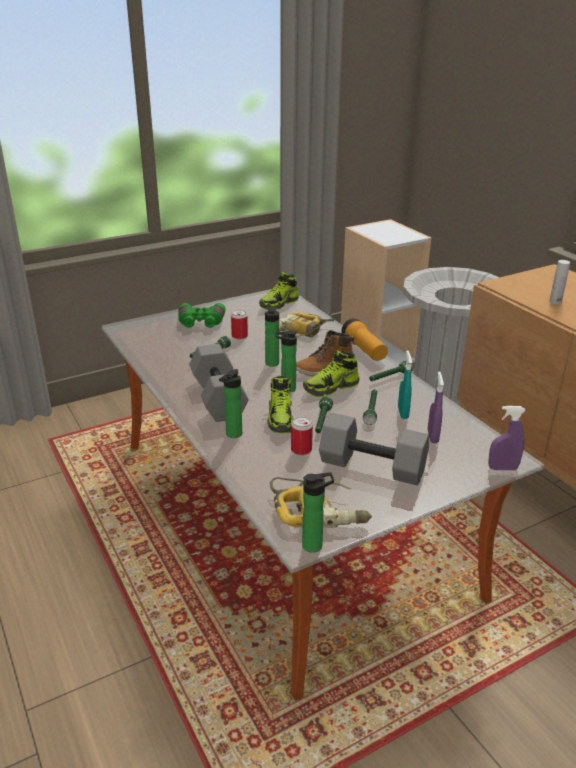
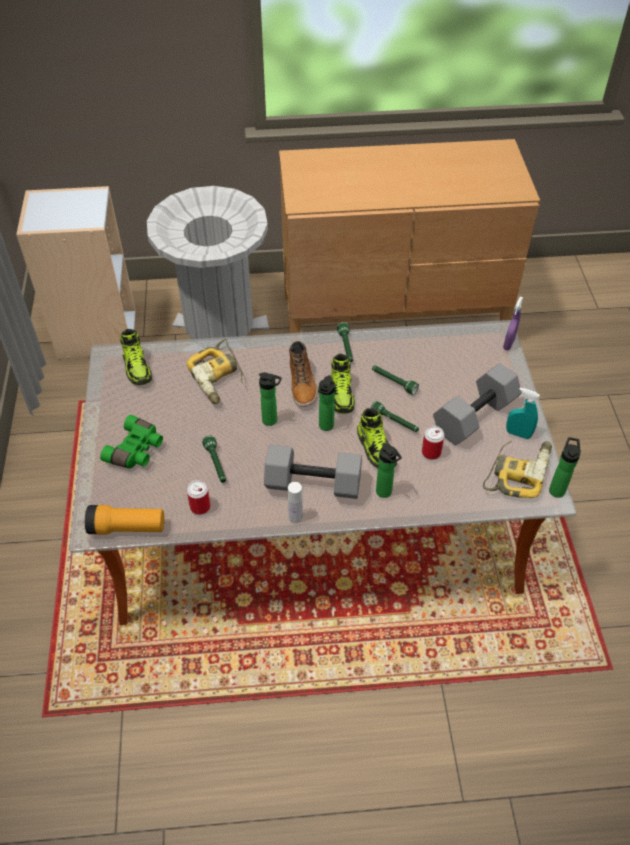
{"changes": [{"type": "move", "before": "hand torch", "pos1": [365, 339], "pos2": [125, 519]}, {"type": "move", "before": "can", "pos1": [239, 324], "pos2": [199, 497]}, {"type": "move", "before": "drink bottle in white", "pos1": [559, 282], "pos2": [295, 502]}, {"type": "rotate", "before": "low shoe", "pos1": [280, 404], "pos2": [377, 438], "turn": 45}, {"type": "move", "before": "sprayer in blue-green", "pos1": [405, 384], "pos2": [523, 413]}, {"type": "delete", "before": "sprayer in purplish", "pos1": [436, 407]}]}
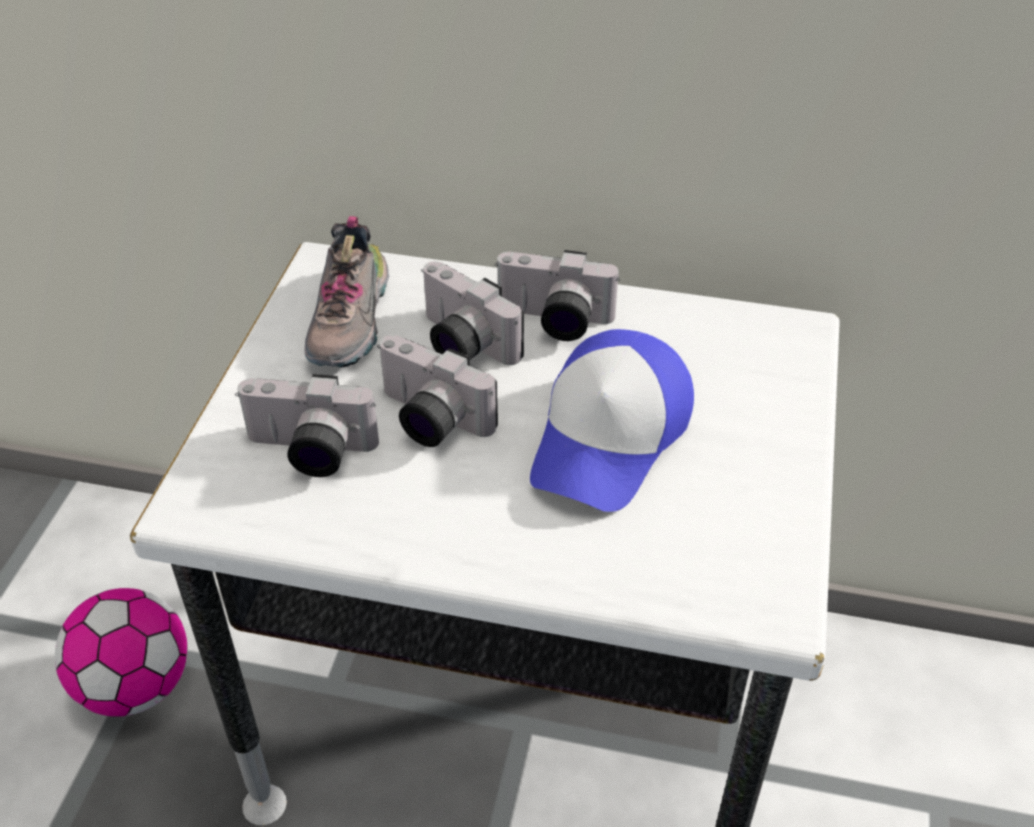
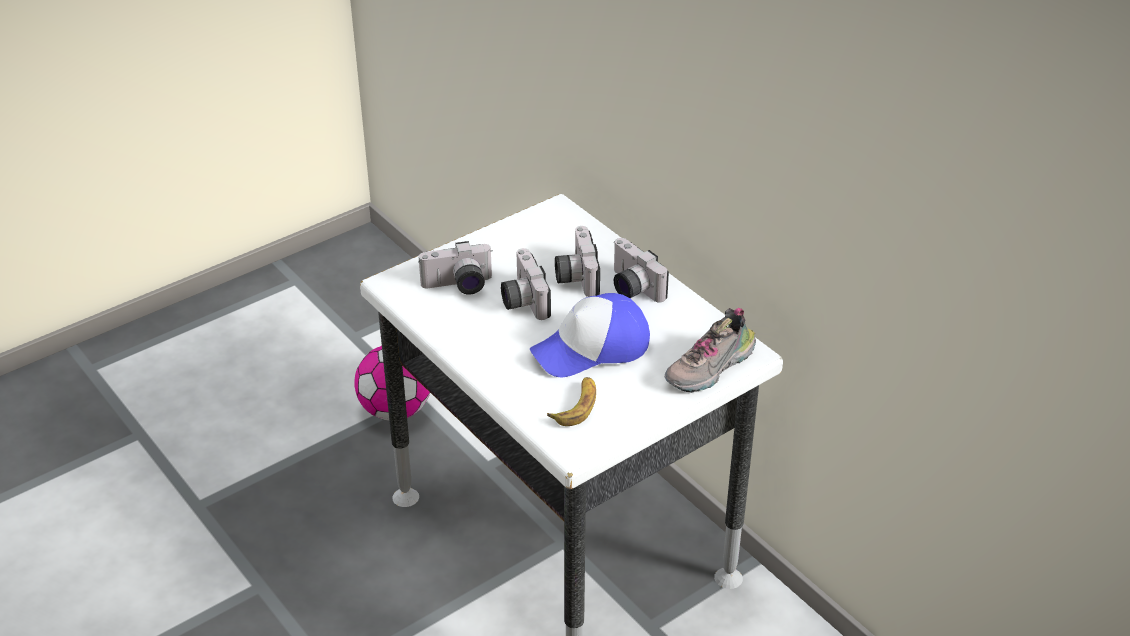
{"changes": [{"type": "rotate", "before": "photo camera", "pos1": [307, 425], "pos2": [455, 268], "turn": -60}, {"type": "insert", "after": "whole banana", "pos2": [571, 401]}, {"type": "move", "before": "low shoe", "pos1": [347, 292], "pos2": [710, 350]}]}
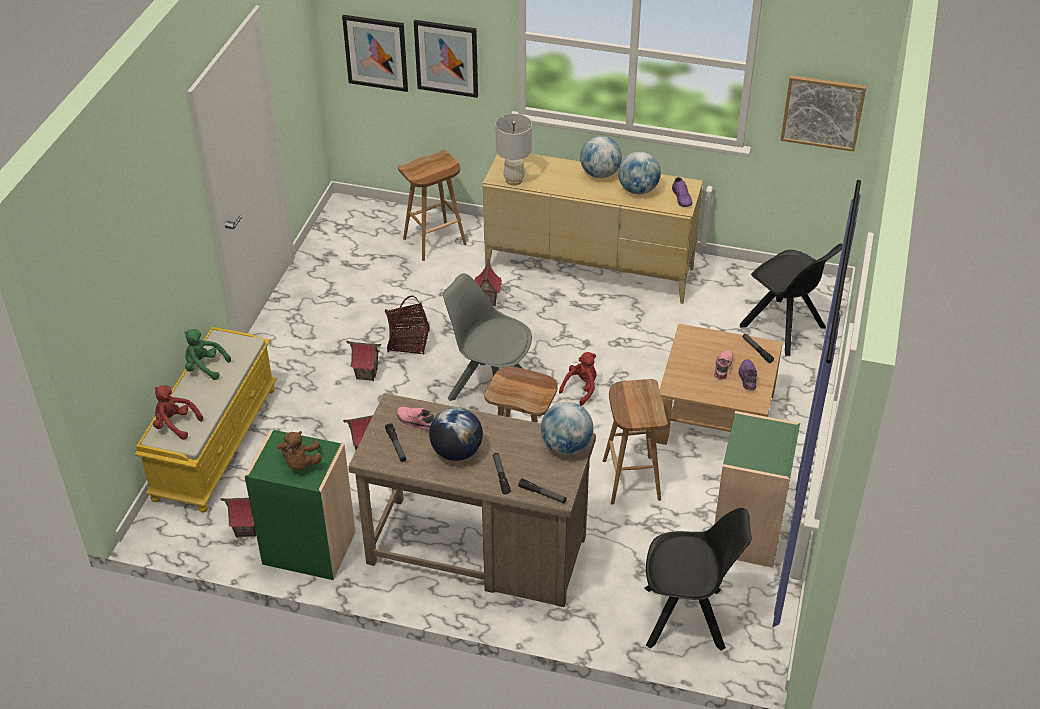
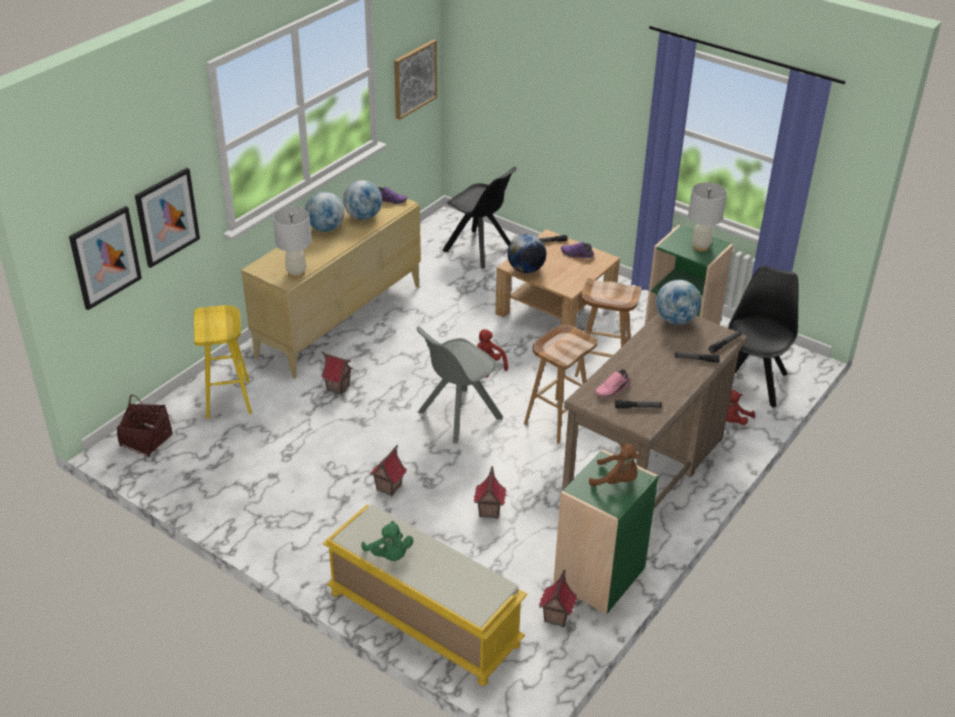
{"changes": [{"type": "move", "before": "household basket", "pos1": [407, 325], "pos2": [145, 426]}, {"type": "recolor", "before": "stool seat in brown", "after": "stool seat in yellowish", "pos1": [432, 205], "pos2": [223, 362]}, {"type": "rotate", "before": "plush toy in green-coloured", "pos1": [207, 354], "pos2": [387, 541], "turn": -75}, {"type": "rotate", "before": "upright chair in black", "pos1": [791, 299], "pos2": [479, 217], "turn": 60}, {"type": "move", "before": "desk globe", "pos1": [456, 434], "pos2": [526, 253]}, {"type": "insert", "after": "table lamp in white", "pos2": [707, 216]}, {"type": "move", "before": "plush toy in red-coloured", "pos1": [178, 412], "pos2": [740, 407]}, {"type": "delete", "before": "low shoe in pinkish", "pos1": [723, 365]}]}
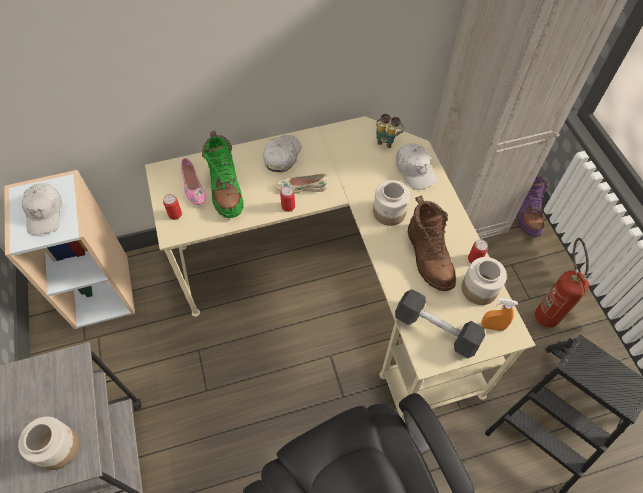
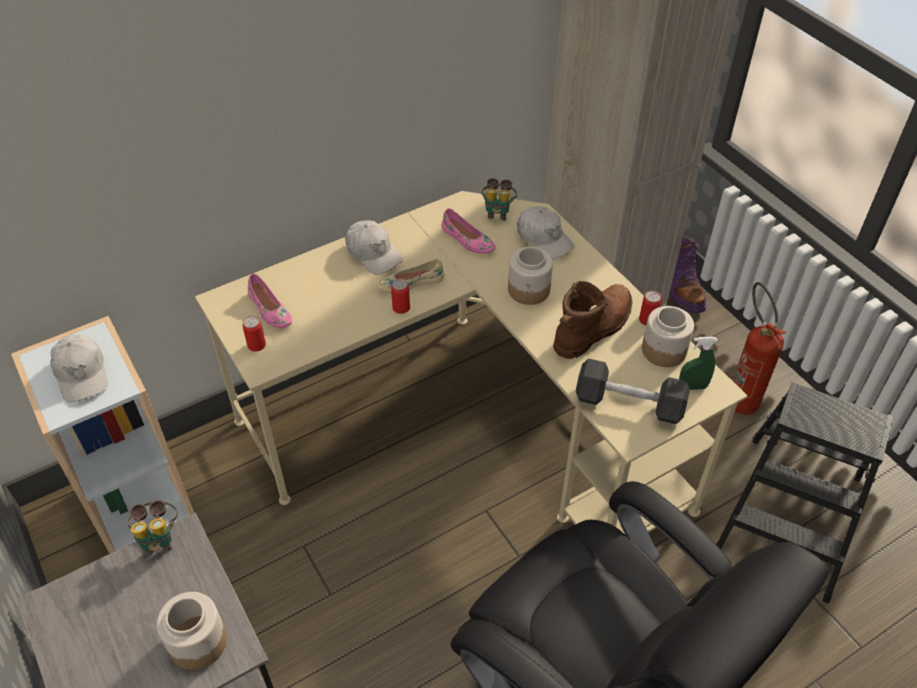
{"changes": [{"type": "insert", "after": "field glasses", "pos2": [152, 527]}, {"type": "rotate", "before": "cap in white", "pos1": [282, 153], "pos2": [374, 247], "turn": 135}, {"type": "insert", "after": "low shoe in pinkish", "pos2": [469, 231]}, {"type": "rotate", "before": "tall boot in brown", "pos1": [432, 243], "pos2": [592, 319], "turn": -105}, {"type": "recolor", "before": "sprayer in orange-coloured", "after": "sprayer in green-coloured", "pos1": [499, 314], "pos2": [698, 363]}, {"type": "delete", "before": "tall boot in green-coloured", "pos1": [223, 174]}]}
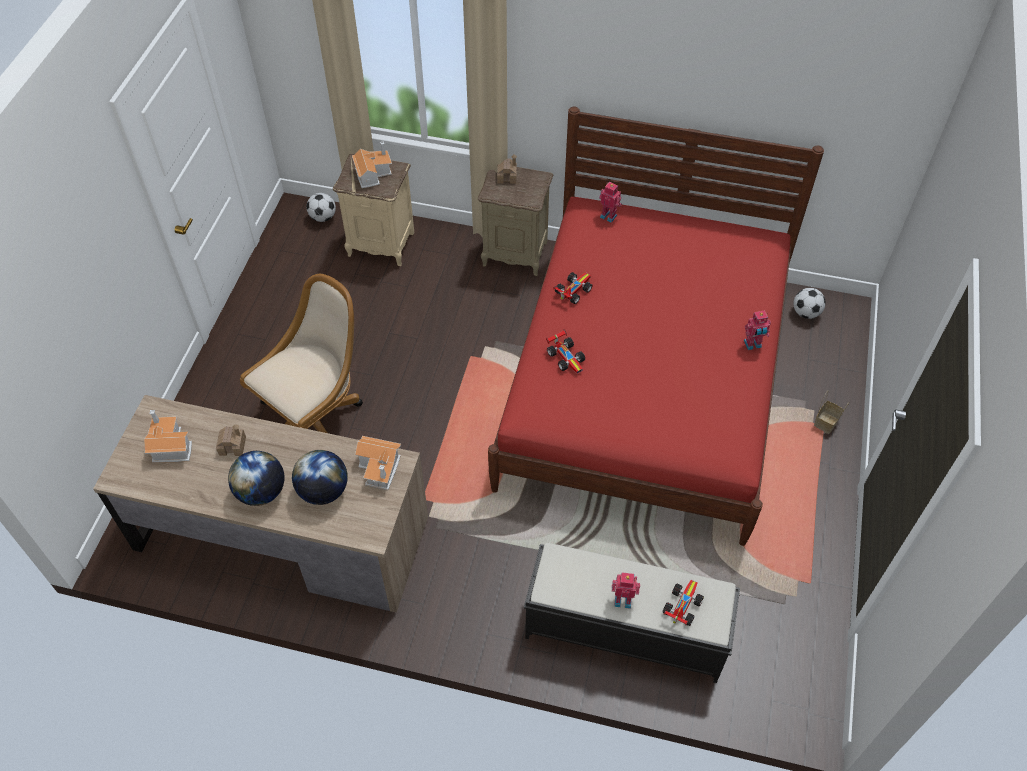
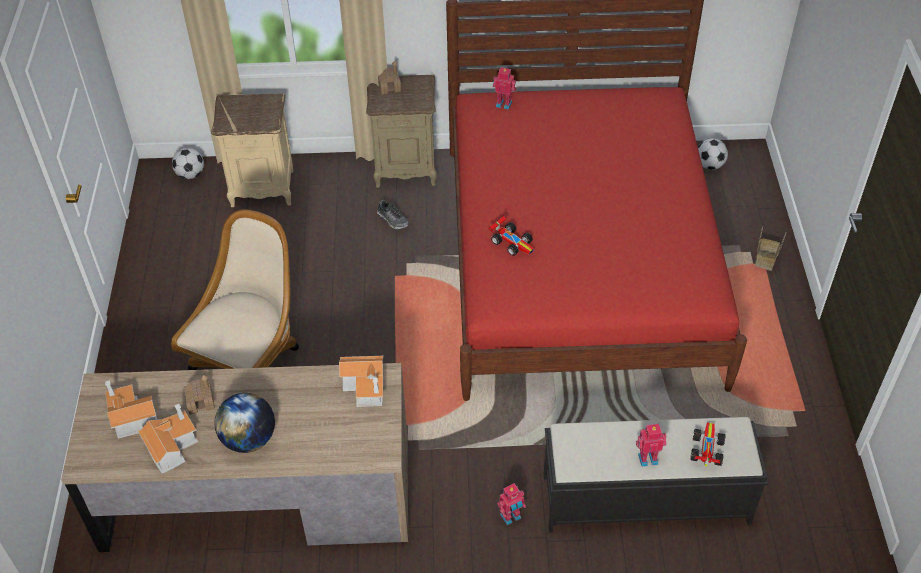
{"changes": [{"type": "move", "before": "model house", "pos1": [372, 164], "pos2": [168, 439]}, {"type": "insert", "after": "low shoe", "pos2": [393, 214]}, {"type": "move", "before": "robot figure", "pos1": [757, 330], "pos2": [511, 504]}, {"type": "delete", "before": "desk globe", "pos1": [320, 477]}, {"type": "delete", "before": "miniature car", "pos1": [572, 288]}]}
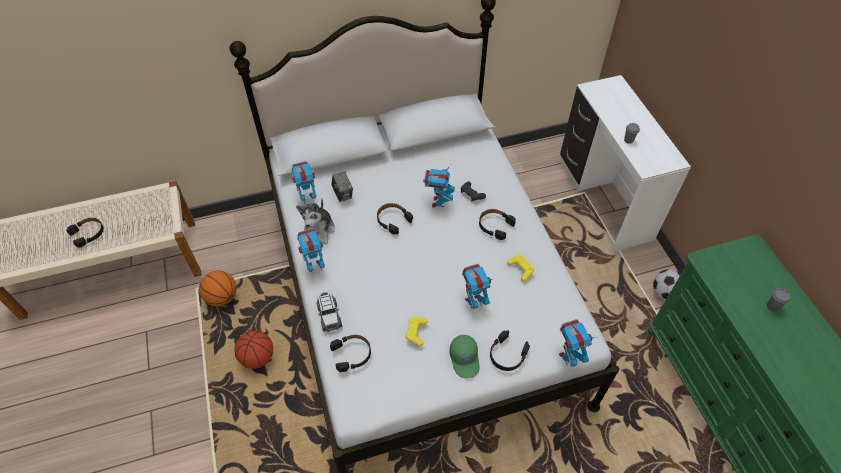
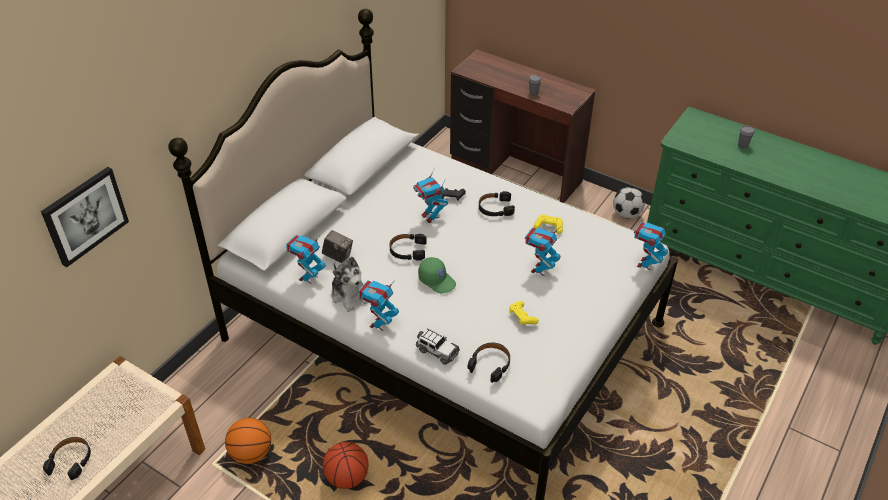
{"changes": [{"type": "insert", "after": "wall art", "pos2": [85, 217]}, {"type": "move", "before": "cap in green-coloured", "pos1": [464, 356], "pos2": [437, 275]}, {"type": "recolor", "before": "desk unit in white", "after": "desk unit in brown", "pos1": [625, 163], "pos2": [522, 126]}, {"type": "delete", "before": "pair of headphones in black", "pos1": [510, 350]}]}
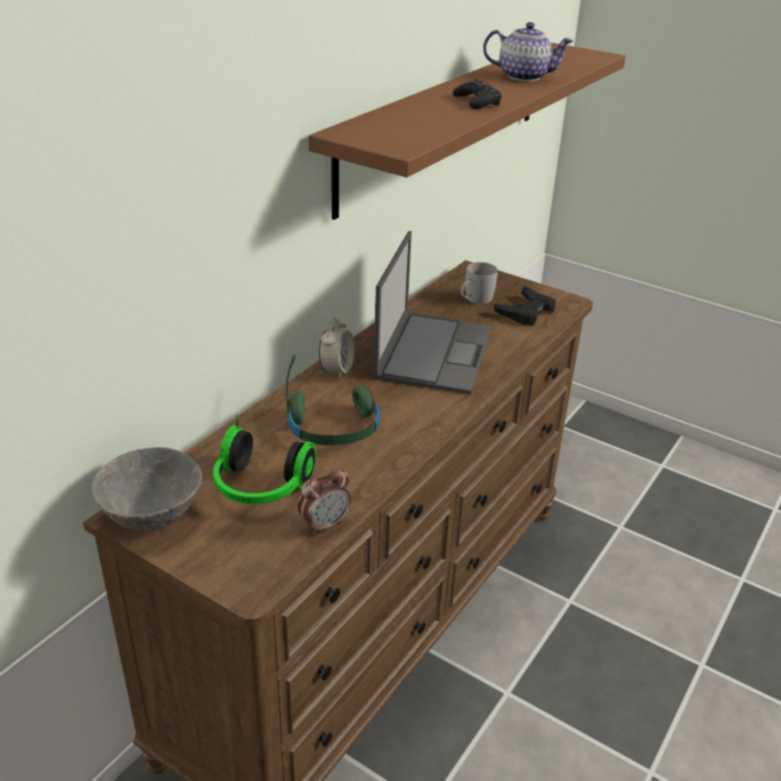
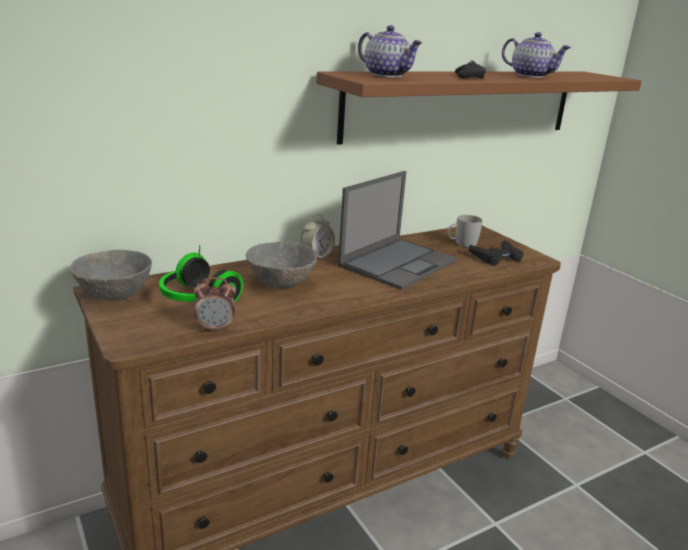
{"changes": [{"type": "replace", "before": "pair of headphones in green-coloured", "after": "deep dish in gray", "pos1": [333, 399], "pos2": [281, 265]}, {"type": "insert", "after": "teapot", "pos2": [390, 51]}]}
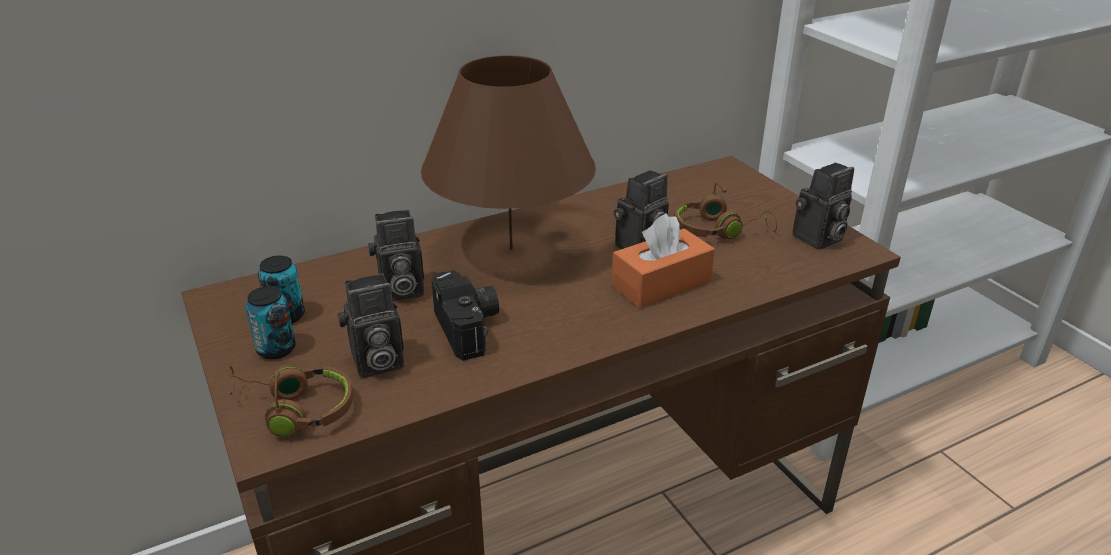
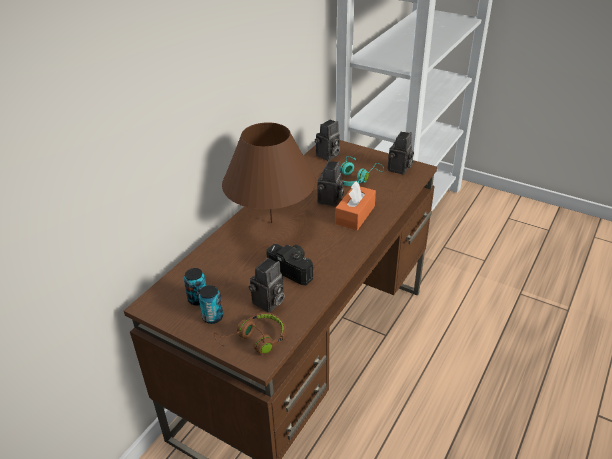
{"changes": [{"type": "move", "before": "photo camera", "pos1": [396, 255], "pos2": [327, 140]}, {"type": "recolor", "before": "pair of headphones in brown", "after": "pair of headphones in blue-green", "pos1": [725, 211], "pos2": [362, 171]}]}
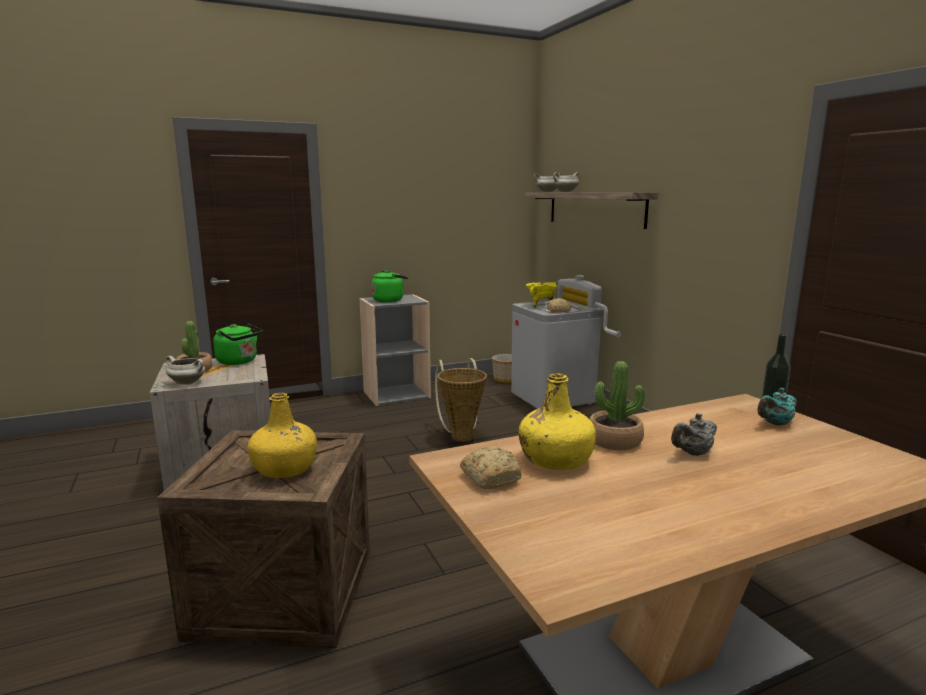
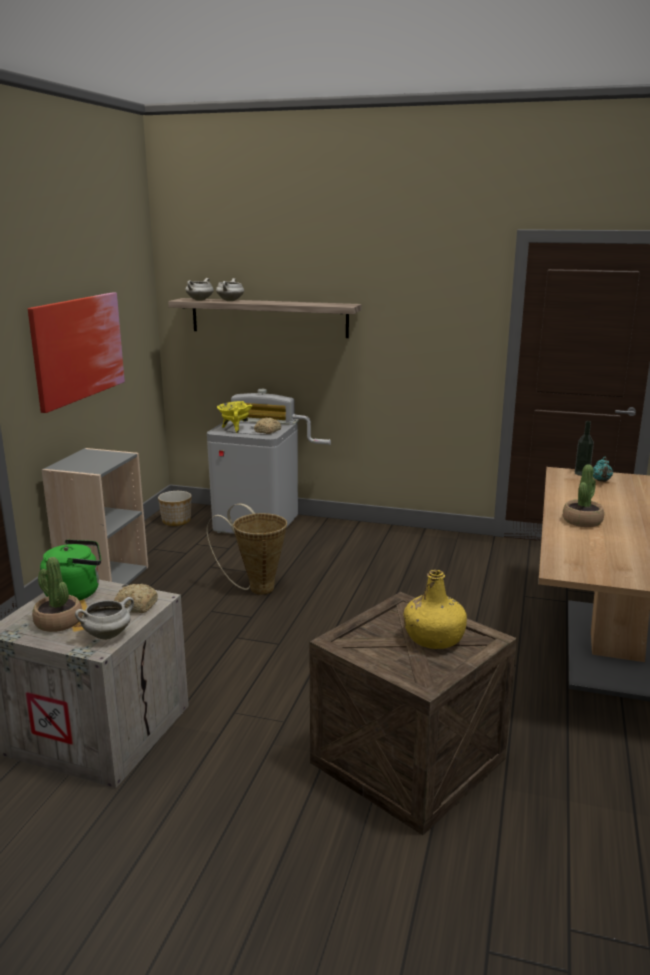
{"changes": [{"type": "insert", "after": "wall art", "pos2": [76, 353]}, {"type": "move", "before": "baked bread", "pos1": [491, 467], "pos2": [136, 598]}, {"type": "delete", "before": "kettle in green-coloured", "pos1": [389, 286]}, {"type": "delete", "before": "drink bottle in yellowish", "pos1": [557, 422]}, {"type": "delete", "before": "teapot in gray", "pos1": [694, 434]}]}
